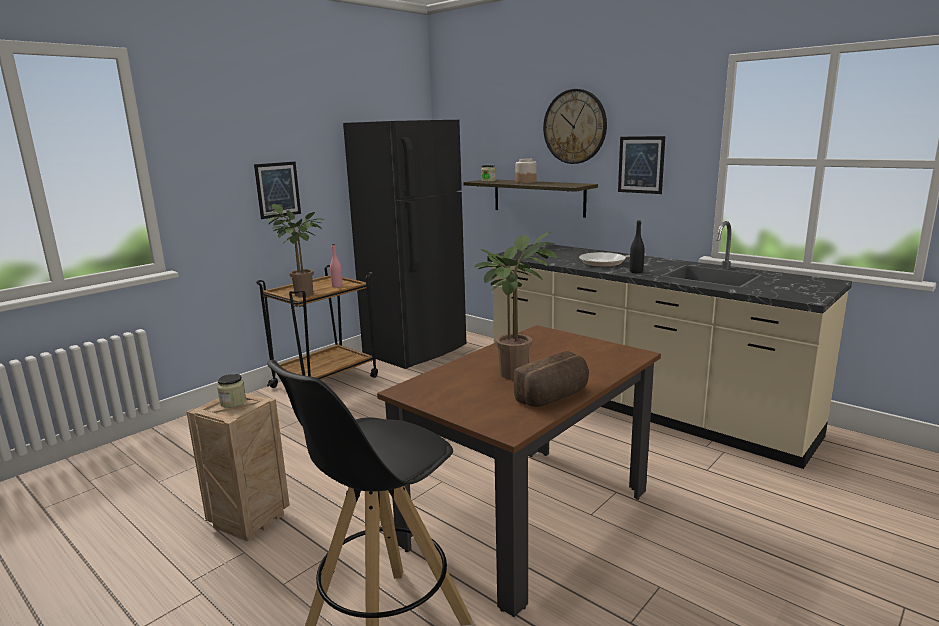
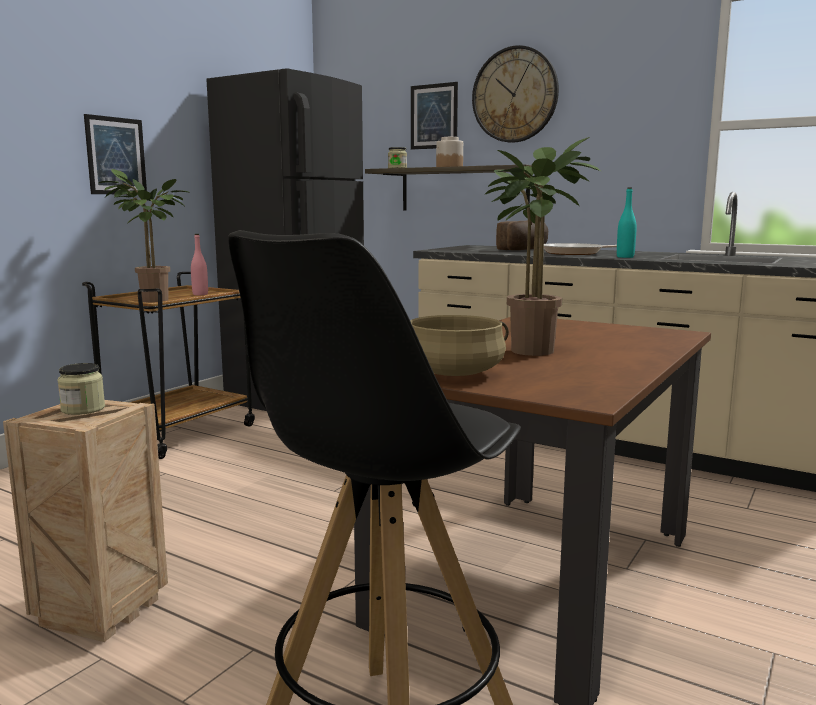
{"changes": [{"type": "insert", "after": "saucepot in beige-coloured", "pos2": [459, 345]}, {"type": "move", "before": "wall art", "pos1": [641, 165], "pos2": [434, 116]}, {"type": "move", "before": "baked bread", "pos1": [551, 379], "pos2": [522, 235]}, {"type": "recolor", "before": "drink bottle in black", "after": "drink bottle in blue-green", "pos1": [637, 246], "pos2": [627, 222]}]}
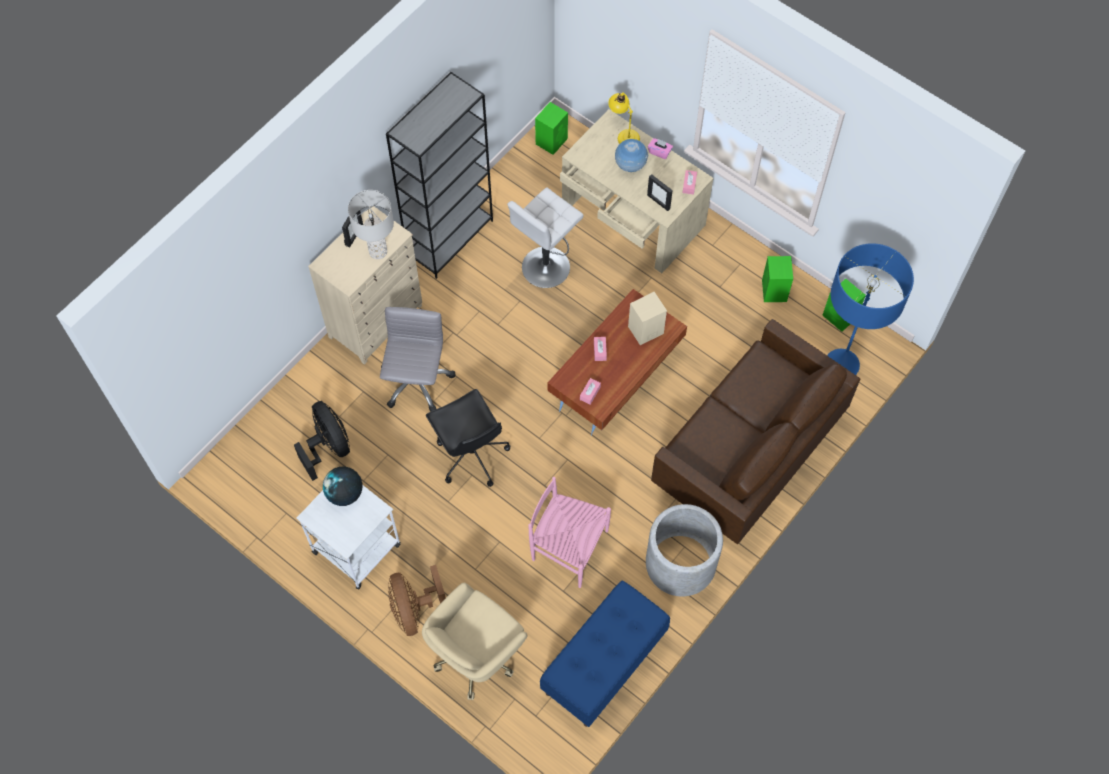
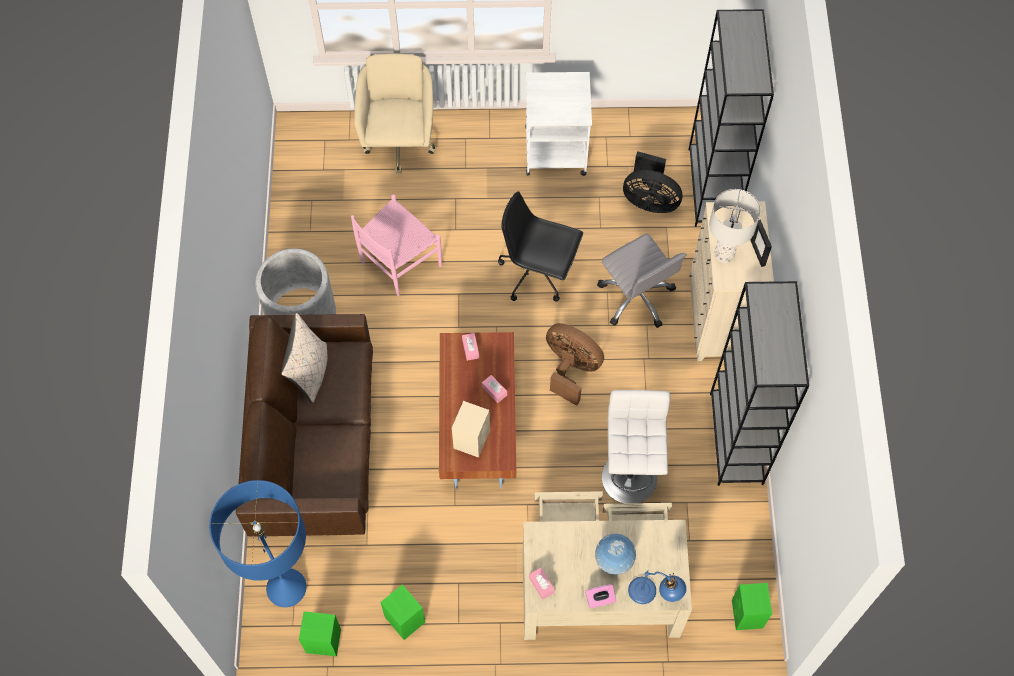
{"changes": [{"type": "insert", "after": "pillow in beige-coloured", "pos2": [304, 358]}, {"type": "rotate", "before": "upright chair in pinkish", "pos1": [569, 532], "pos2": [396, 245], "turn": 150}, {"type": "move", "before": "cooling fan in brown", "pos1": [417, 600], "pos2": [575, 364]}, {"type": "recolor", "before": "table lamp in yellowish", "after": "table lamp in bluish", "pos1": [624, 118], "pos2": [657, 587]}, {"type": "insert", "after": "bookcase in gray", "pos2": [731, 118]}, {"type": "delete", "before": "desk globe", "pos1": [343, 486]}, {"type": "delete", "before": "bench in bluish", "pos1": [605, 653]}, {"type": "delete", "before": "picture frame", "pos1": [660, 192]}]}
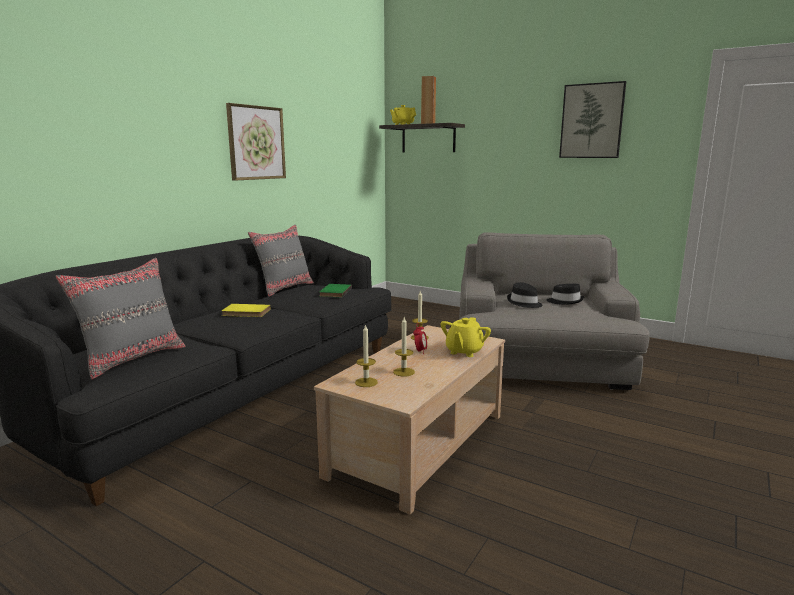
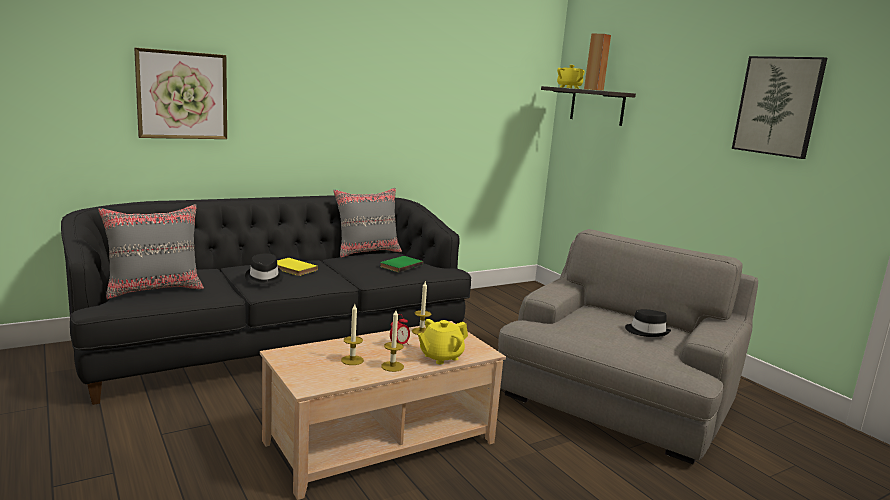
{"changes": [{"type": "move", "before": "wall art", "pos1": [256, 142], "pos2": [180, 93]}, {"type": "move", "before": "hat in black", "pos1": [525, 295], "pos2": [264, 269]}, {"type": "move", "before": "wax candle", "pos1": [366, 355], "pos2": [392, 341]}]}
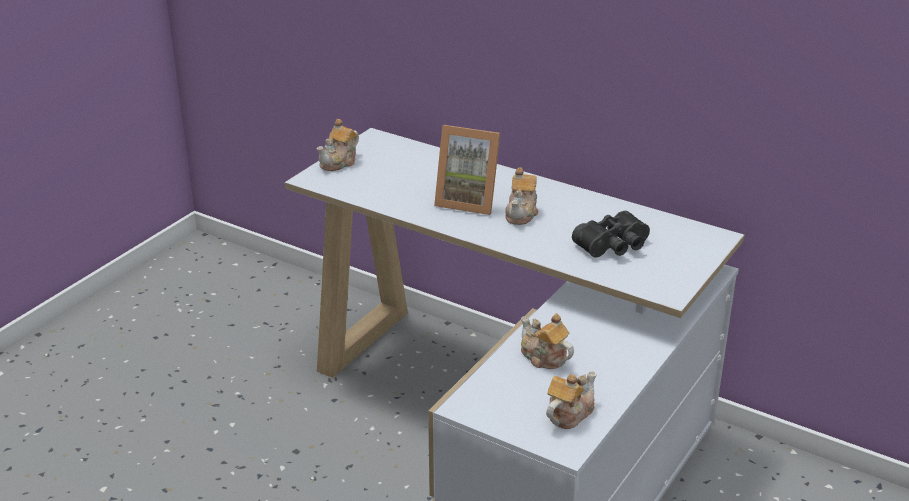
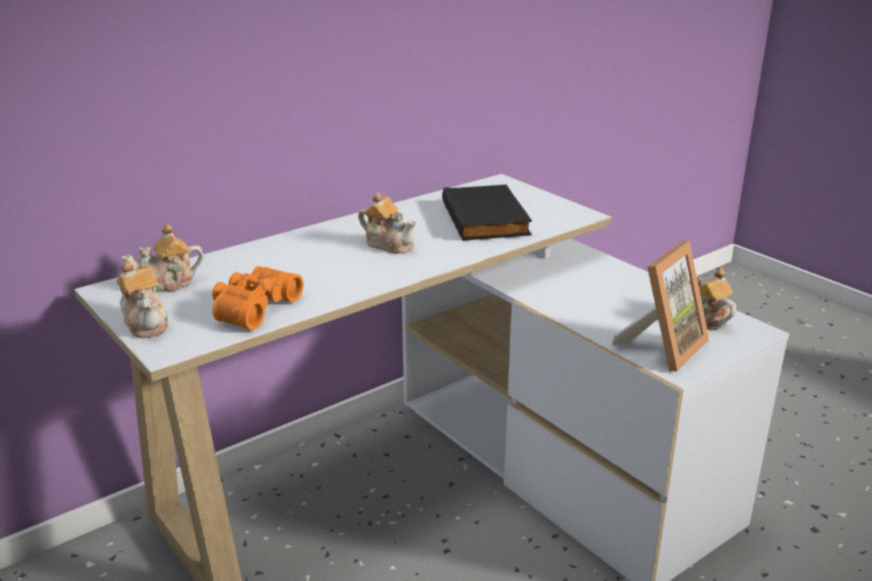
{"changes": [{"type": "move", "before": "teapot", "pos1": [547, 341], "pos2": [162, 258]}, {"type": "insert", "after": "field glasses in orange-coloured", "pos2": [257, 298]}, {"type": "replace", "before": "field glasses in black", "after": "book in black", "pos1": [611, 234], "pos2": [487, 212]}, {"type": "move", "before": "picture frame", "pos1": [467, 170], "pos2": [660, 306]}]}
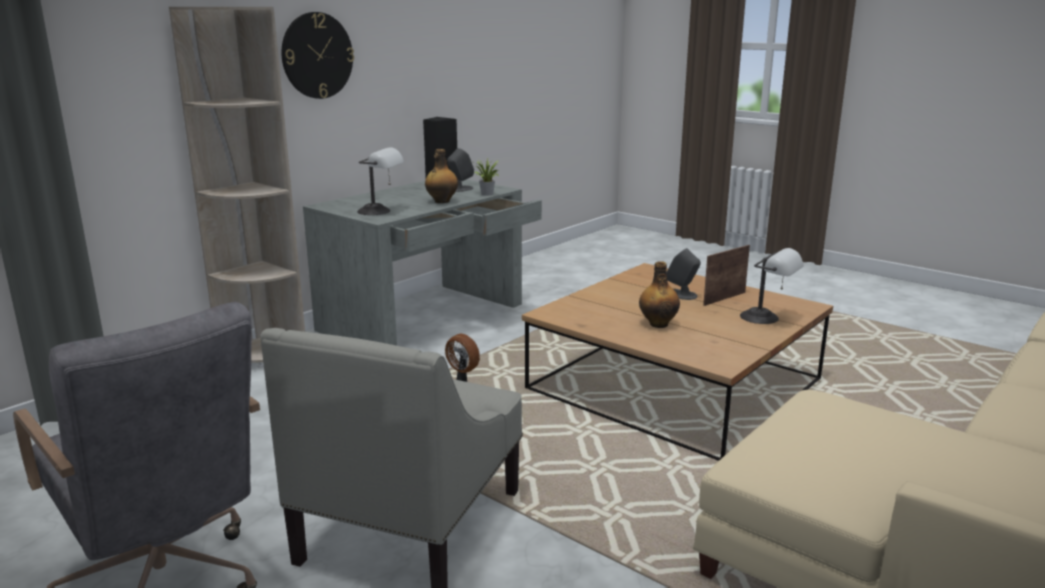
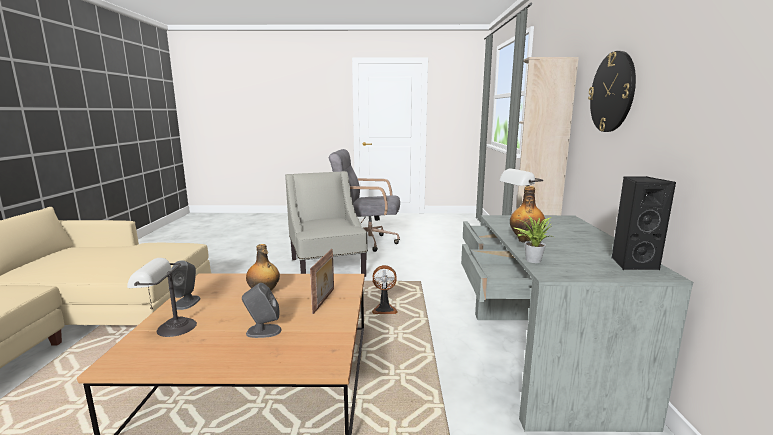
{"changes": [{"type": "move", "before": "loudspeaker in gray", "pos1": [460, 170], "pos2": [184, 285]}, {"type": "move", "before": "picture frame", "pos1": [726, 275], "pos2": [322, 281]}]}
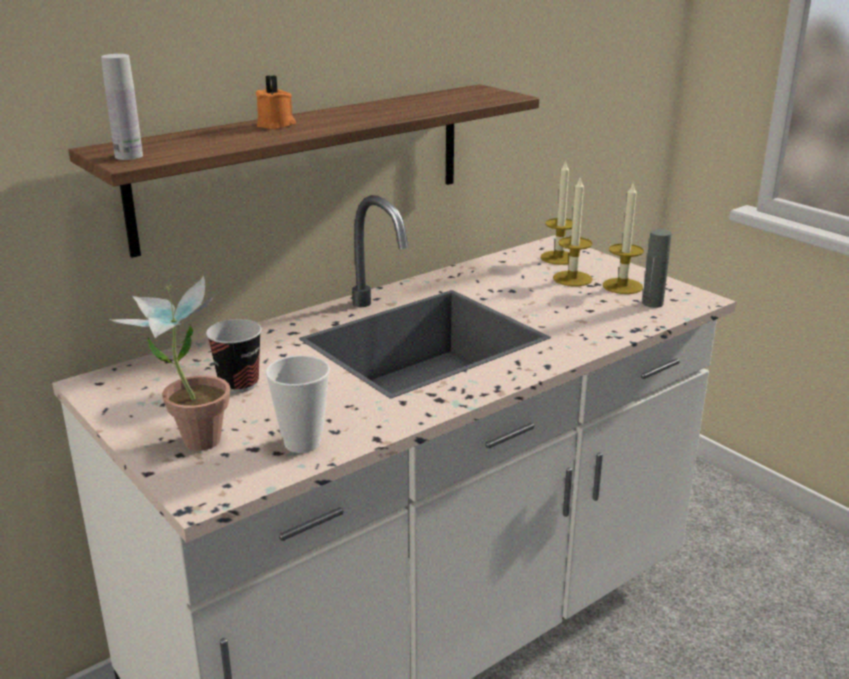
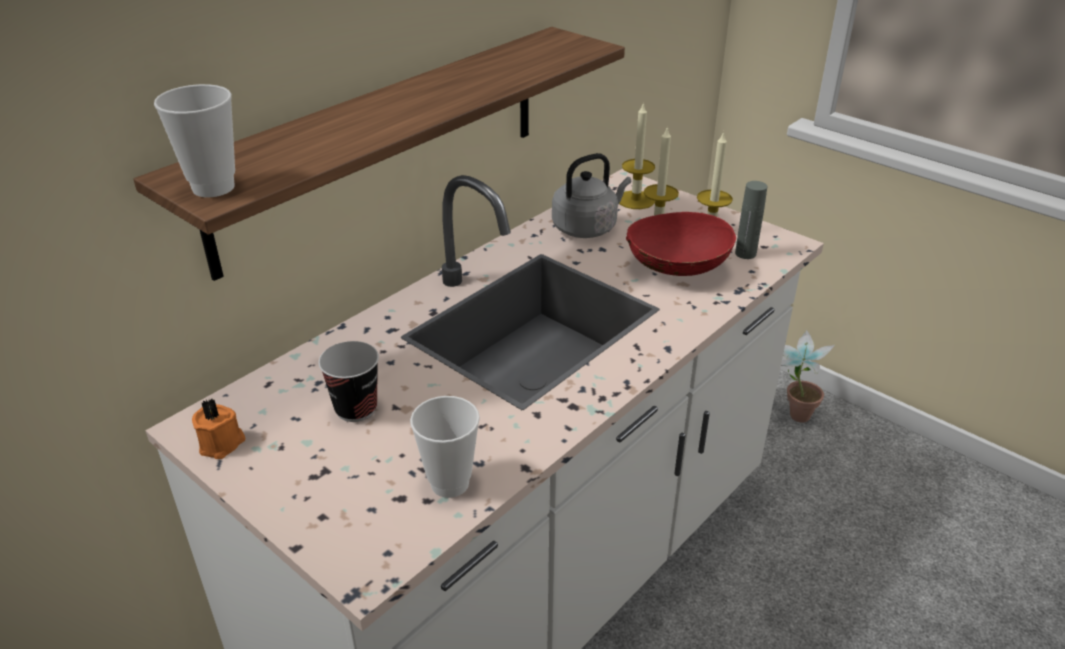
{"changes": [{"type": "replace", "before": "drink bottle in white", "after": "drinking cup", "pos1": [122, 107], "pos2": [194, 140]}, {"type": "move", "before": "wax candle in orange-coloured", "pos1": [276, 102], "pos2": [218, 429]}, {"type": "insert", "after": "kettle in gray", "pos2": [591, 195]}, {"type": "insert", "after": "deep dish in red-coloured", "pos2": [681, 244]}, {"type": "move", "before": "potted plant", "pos1": [170, 363], "pos2": [807, 376]}]}
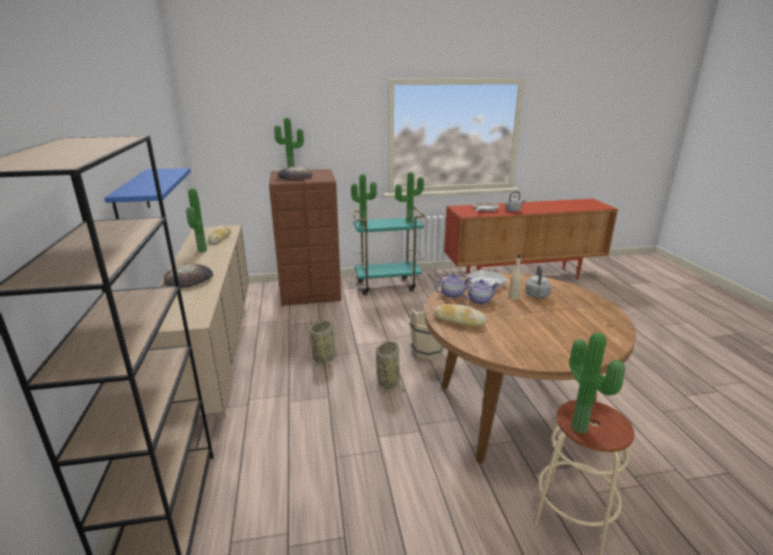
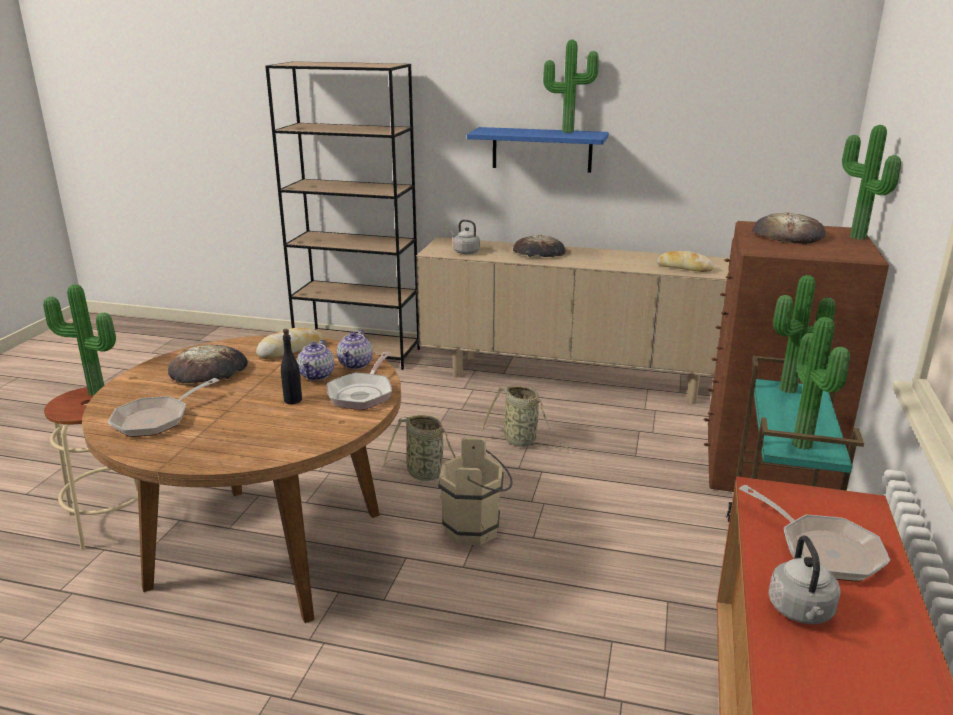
{"changes": [{"type": "insert", "after": "frying pan", "pos2": [163, 407]}, {"type": "insert", "after": "baked bread", "pos2": [208, 364]}, {"type": "recolor", "before": "drink bottle in beige-coloured", "after": "drink bottle in black", "pos1": [515, 277], "pos2": [291, 366]}, {"type": "move", "before": "kettle in gray", "pos1": [538, 282], "pos2": [465, 237]}, {"type": "move", "before": "potted plant", "pos1": [196, 220], "pos2": [571, 86]}]}
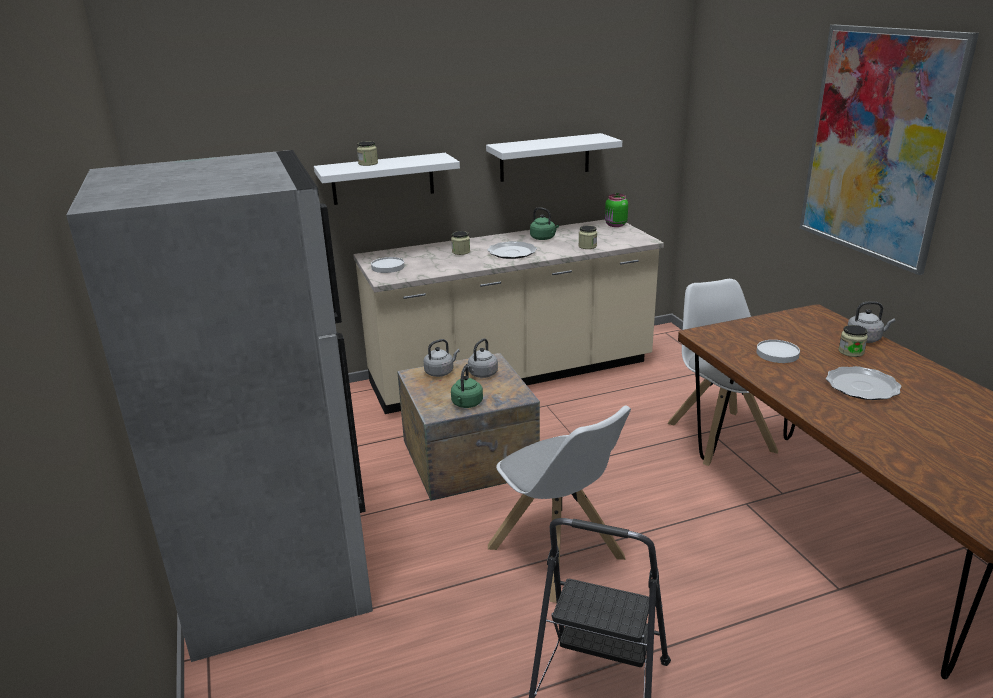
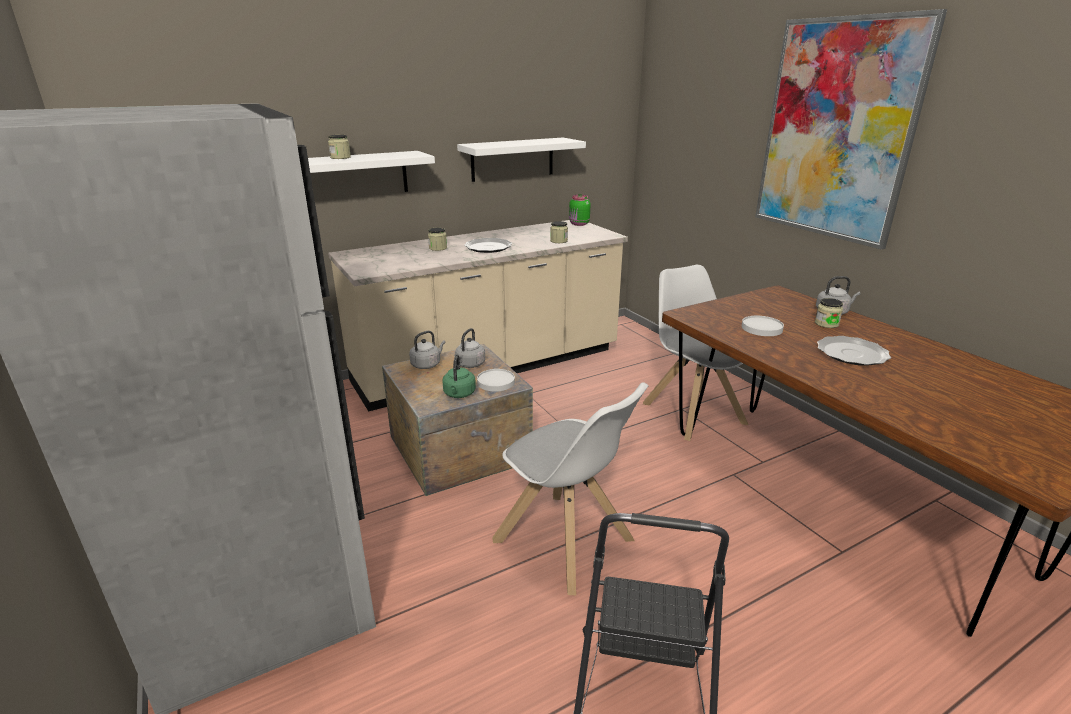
{"changes": [{"type": "move", "before": "flat dish in white", "pos1": [388, 265], "pos2": [496, 380]}, {"type": "delete", "before": "kettle in green-coloured", "pos1": [544, 223]}]}
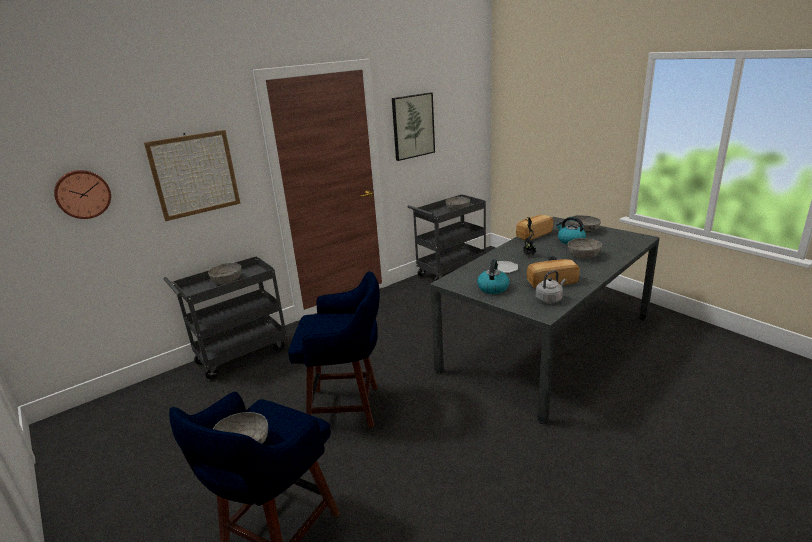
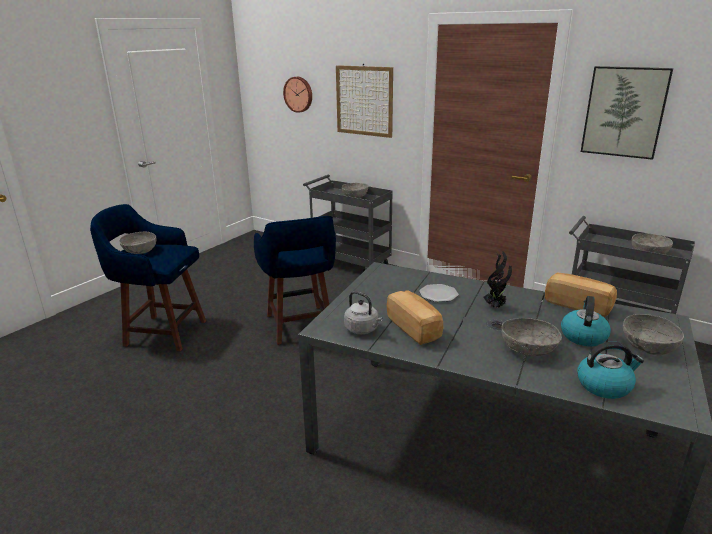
{"changes": [{"type": "move", "before": "kettle", "pos1": [493, 276], "pos2": [610, 370]}]}
